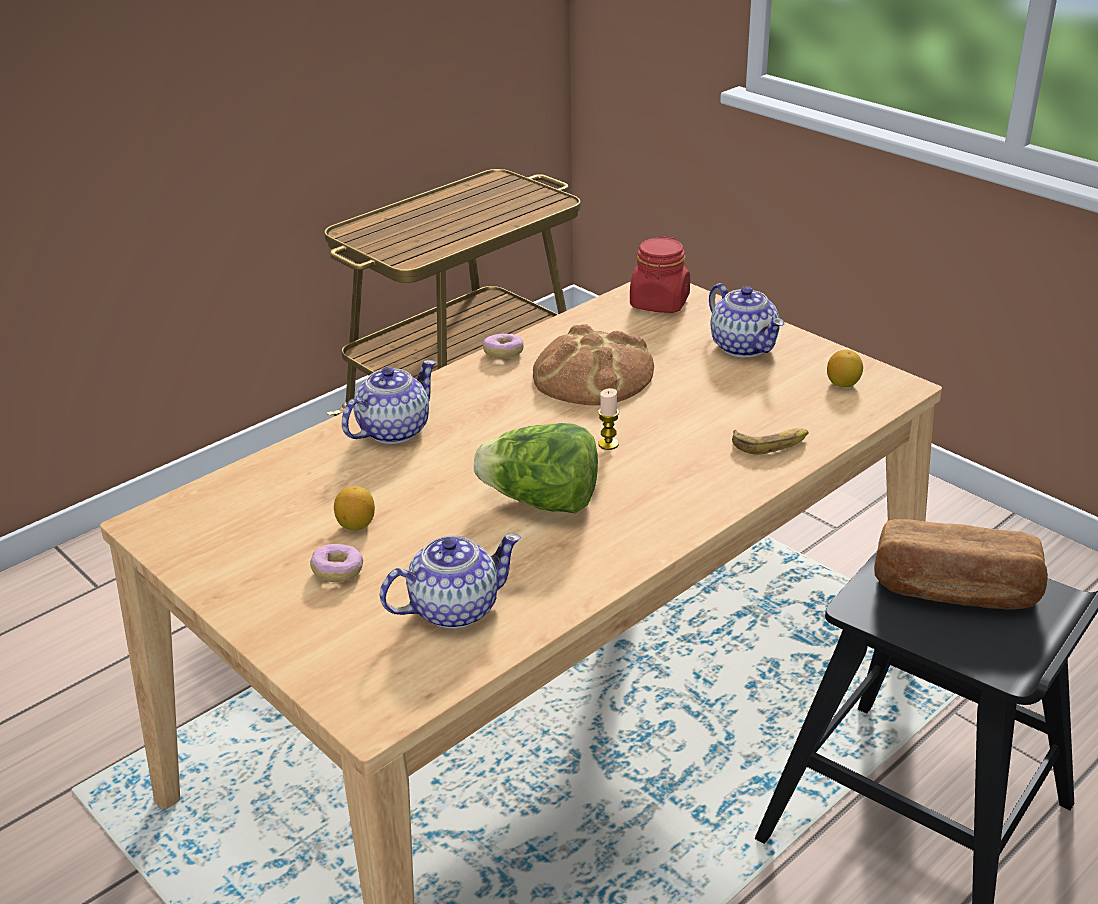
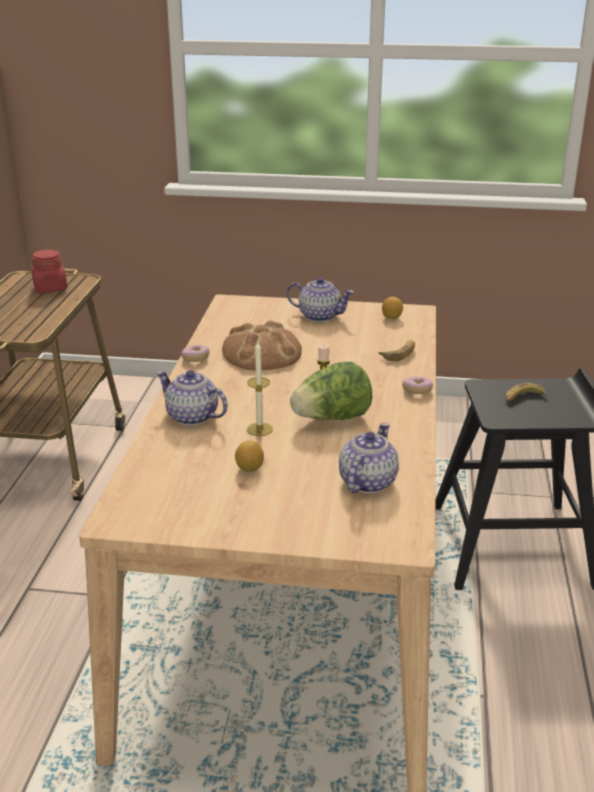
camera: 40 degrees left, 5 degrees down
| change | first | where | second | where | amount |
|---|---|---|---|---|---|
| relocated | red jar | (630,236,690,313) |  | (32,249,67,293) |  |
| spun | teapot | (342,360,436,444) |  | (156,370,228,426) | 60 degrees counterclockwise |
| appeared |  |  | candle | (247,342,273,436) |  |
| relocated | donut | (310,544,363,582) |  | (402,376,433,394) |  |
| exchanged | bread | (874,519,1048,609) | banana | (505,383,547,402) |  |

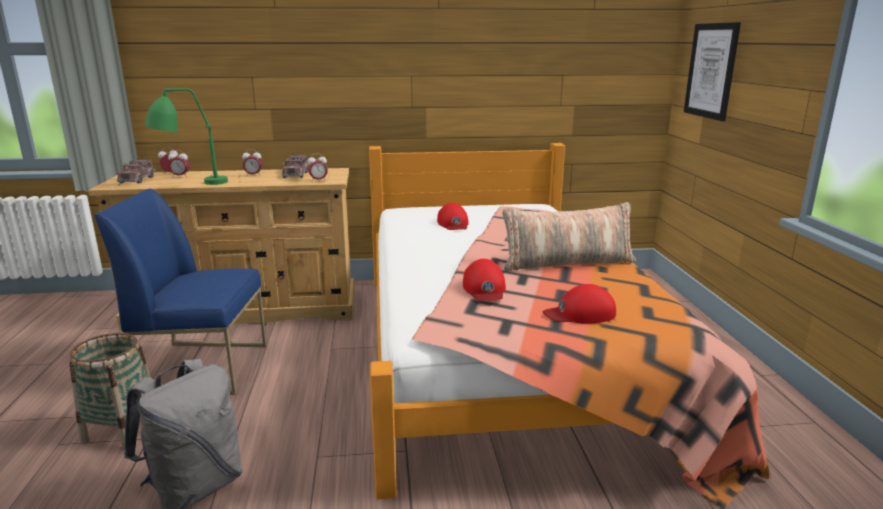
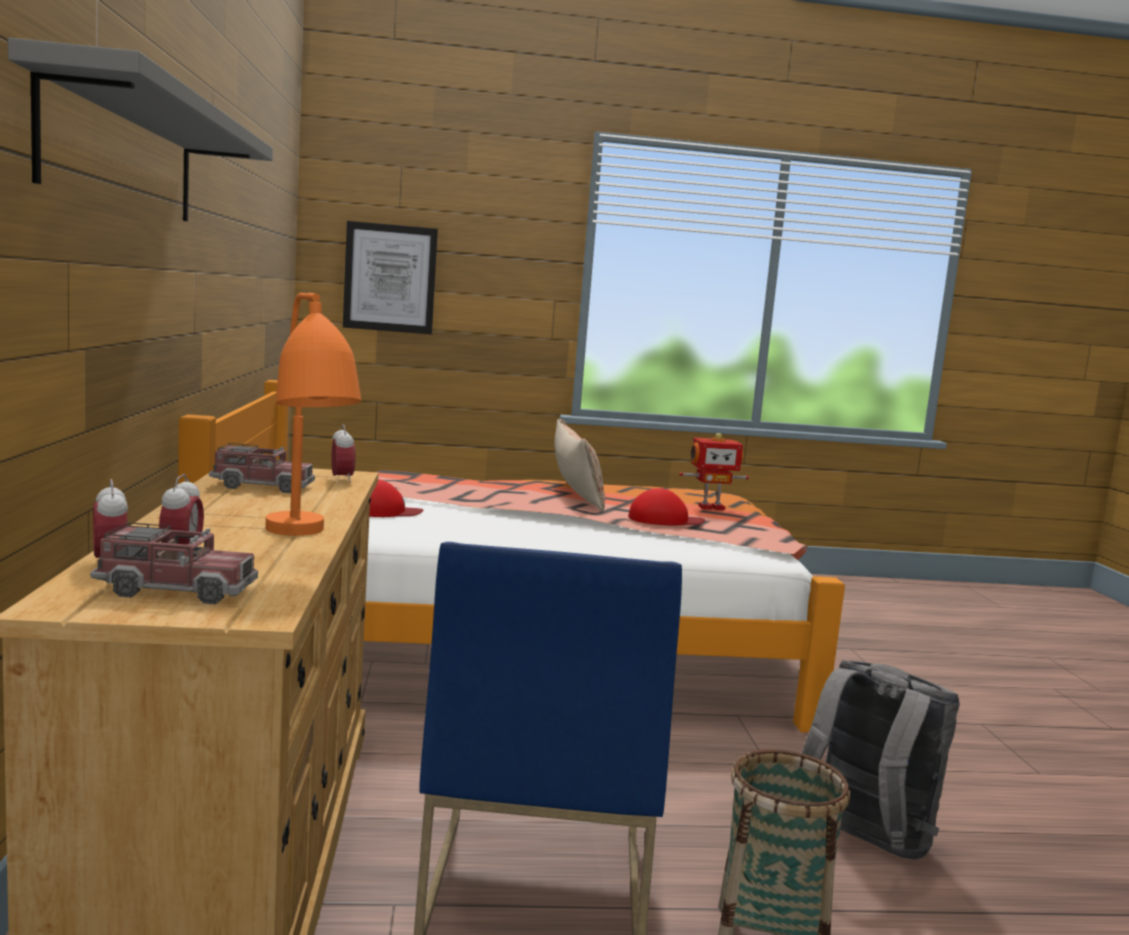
camera: 90 degrees left, 10 degrees down
| change | first | where | second | where | amount |
|---|---|---|---|---|---|
| appeared |  |  | grey shelf | (8,37,273,221) |  |
| colour | green table lamp | (144,88,228,185) | orange table lamp | (265,293,361,536) |  |
| exchanged | red cap | (543,284,616,324) | toy robot | (679,433,749,510) |  |
| missing | alarm clock | (242,149,262,177) |  |  |  |

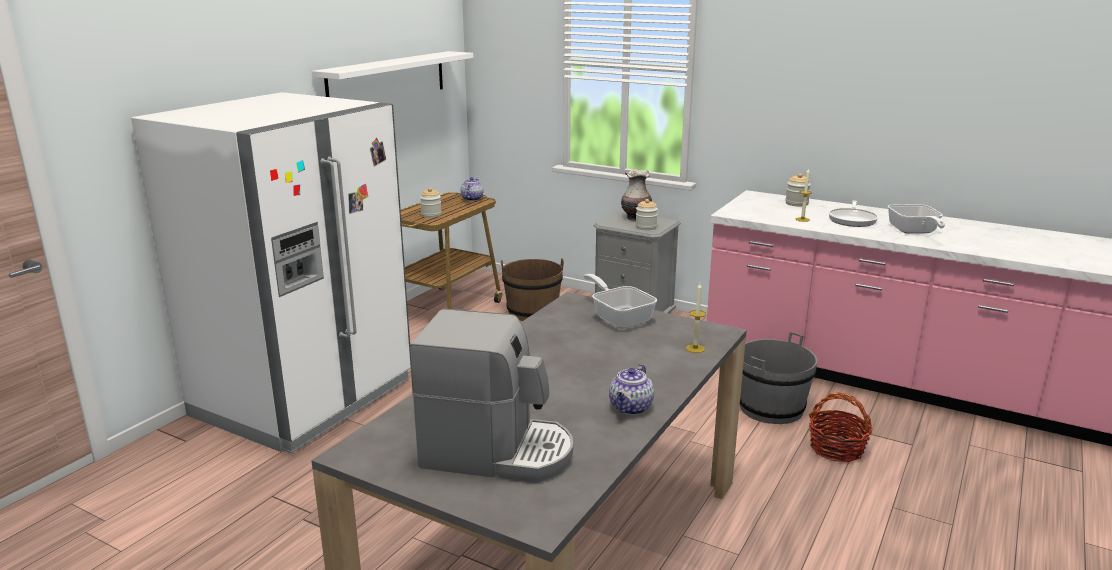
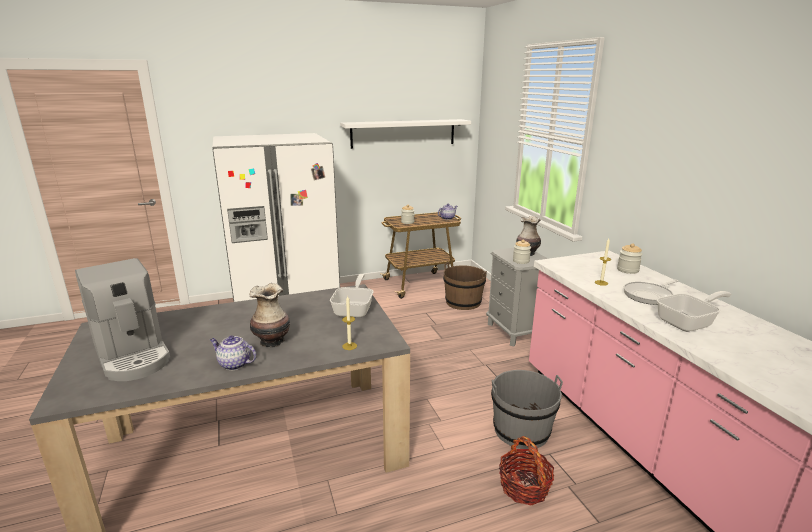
camera: 40 degrees right, 0 degrees up
| change | first | where | second | where | amount |
|---|---|---|---|---|---|
| spun | teapot | (609,364,654,415) |  | (210,336,257,370) | 45 degrees clockwise |
| appeared |  |  | vase | (249,283,290,347) |  |
| spun | frying pan | (887,204,945,234) |  | (657,291,731,332) | 150 degrees counterclockwise |

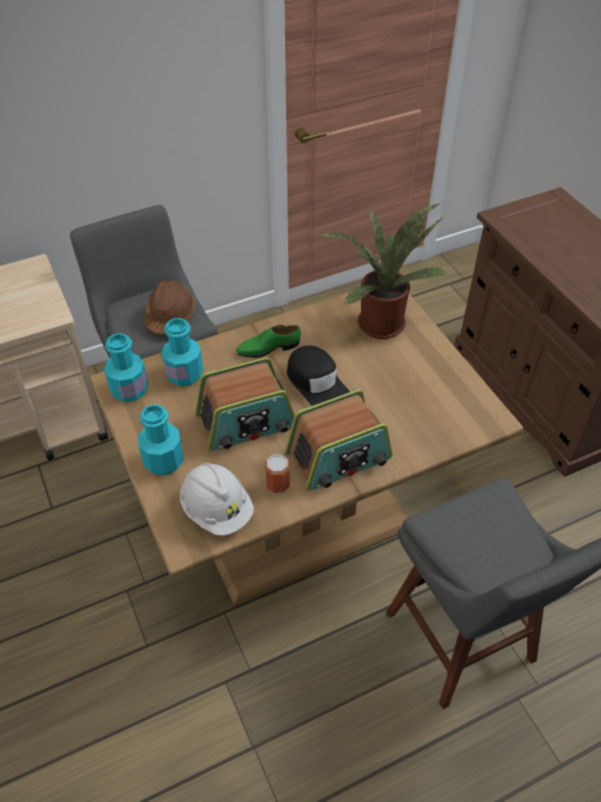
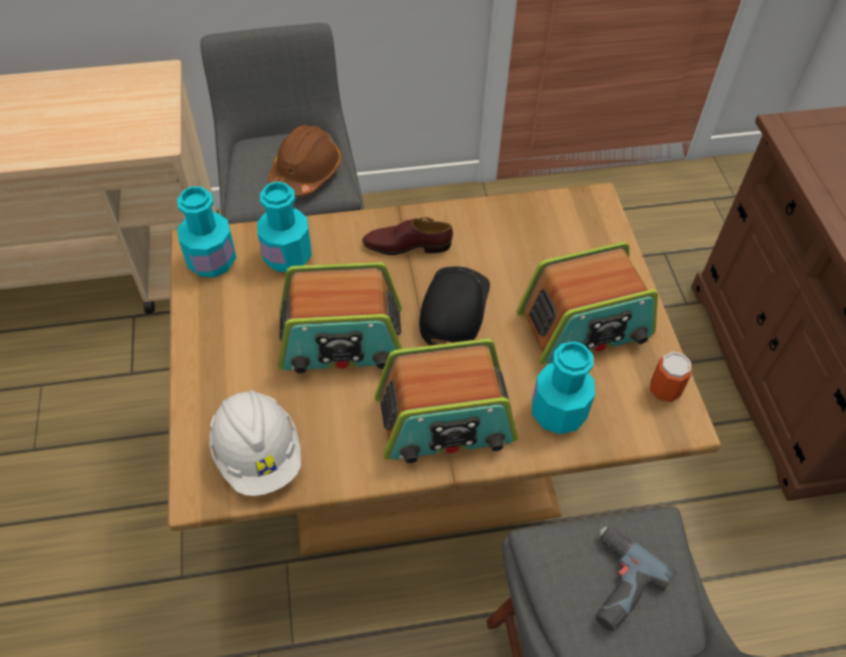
camera: 15 degrees right, 5 degrees up
| change | first | where | second | where | amount |
|---|---|---|---|---|---|
| colour | green shoe | (236,325,301,358) | brown shoe | (362,217,453,255) |  |
| spun | black cap | (287,346,350,406) |  | (419,267,490,346) | 150 degrees counterclockwise |
| appeared |  |  | radio | (516,242,658,364) |  |
| relocated | turquoise bottle | (138,404,184,475) |  | (532,341,595,434) |  |
| appeared |  |  | power drill | (596,527,677,631) |  |
| relocated | can | (265,454,290,493) |  | (650,352,692,402) |  |
| missing | potted plant | (319,203,448,339) |  |  |  |

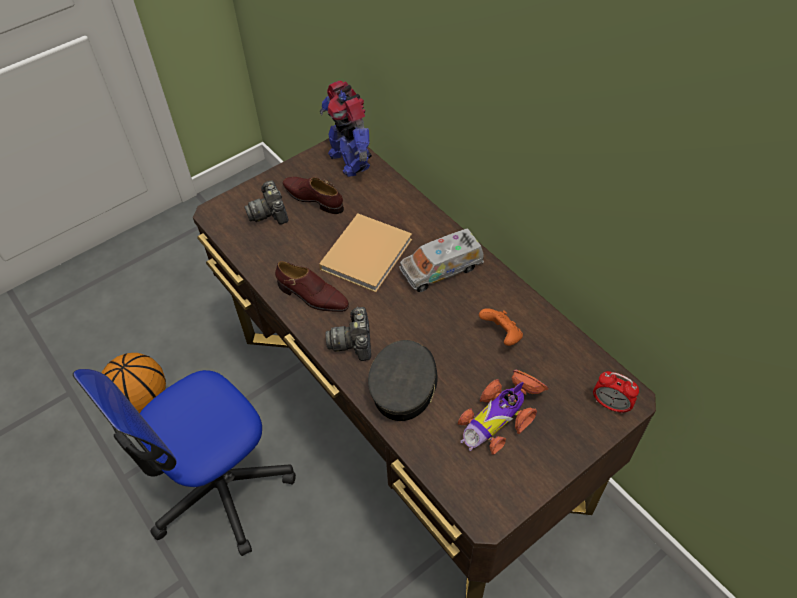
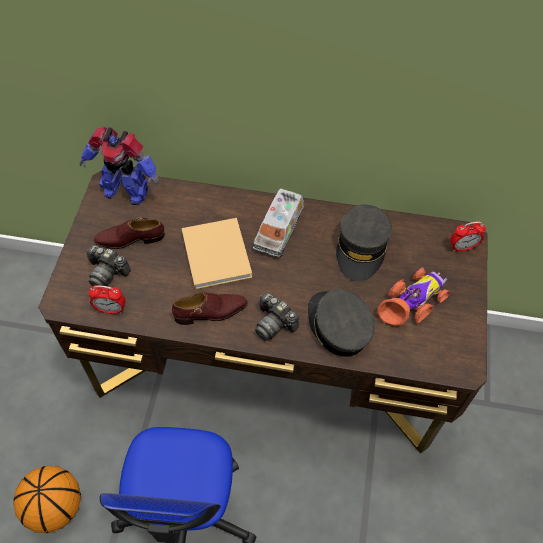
camera: 45 degrees left, 5 degrees up
| change | first | where | second | where | amount |
|---|---|---|---|---|---|
| appeared |  |  | alarm clock | (88,285,125,314) |  |
| exchanged | orange game controller | (479,308,523,346) | grey cap | (336,205,392,282) |  |
| spun | toy car | (458,370,549,455) |  | (377,267,450,326) | 135 degrees counterclockwise |

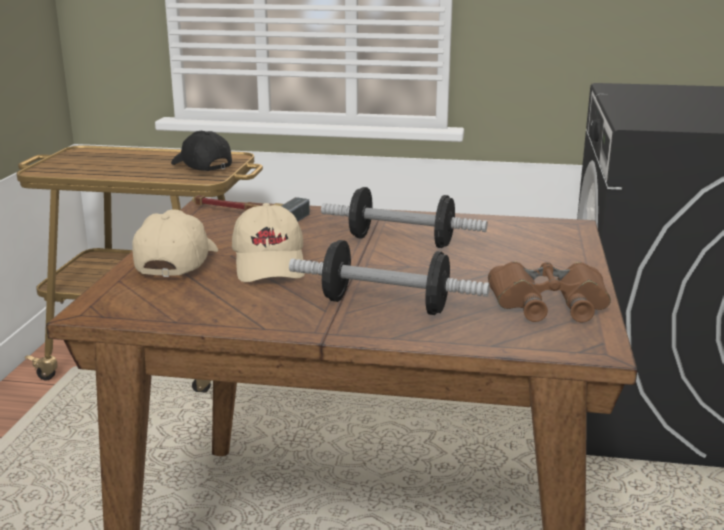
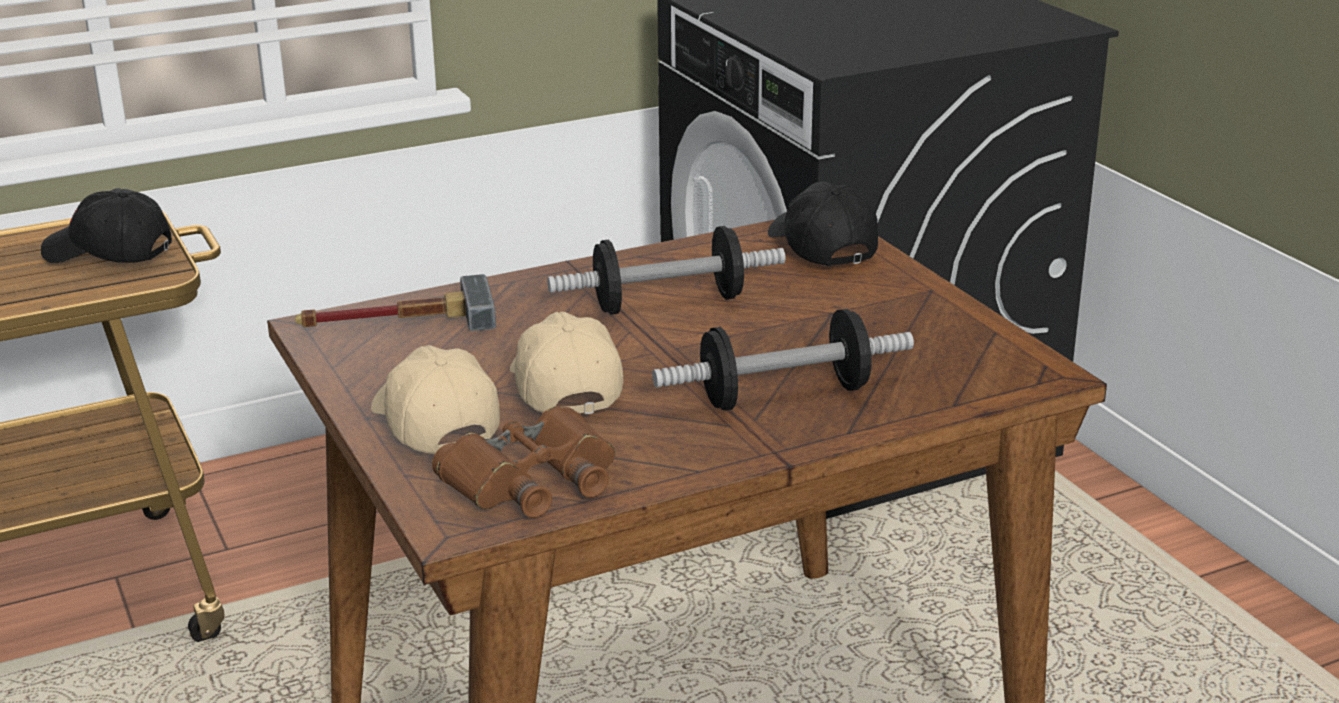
camera: 35 degrees left, 5 degrees up
| change | first | where | second | where | amount |
|---|---|---|---|---|---|
| relocated | brown binoculars | (488,261,611,322) |  | (432,406,615,518) |  |
| spun | beige cap | (232,203,305,282) |  | (510,312,623,414) | 150 degrees counterclockwise |
| appeared |  |  | black cap | (768,182,878,266) |  |

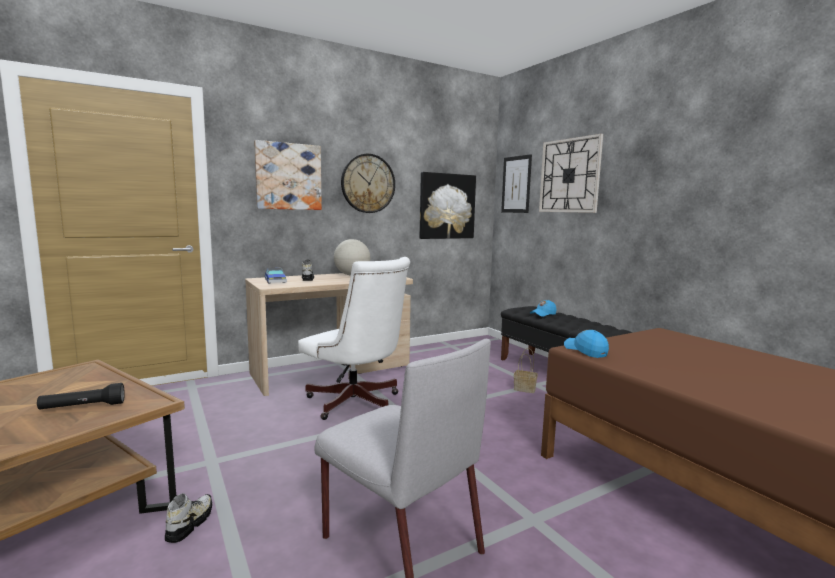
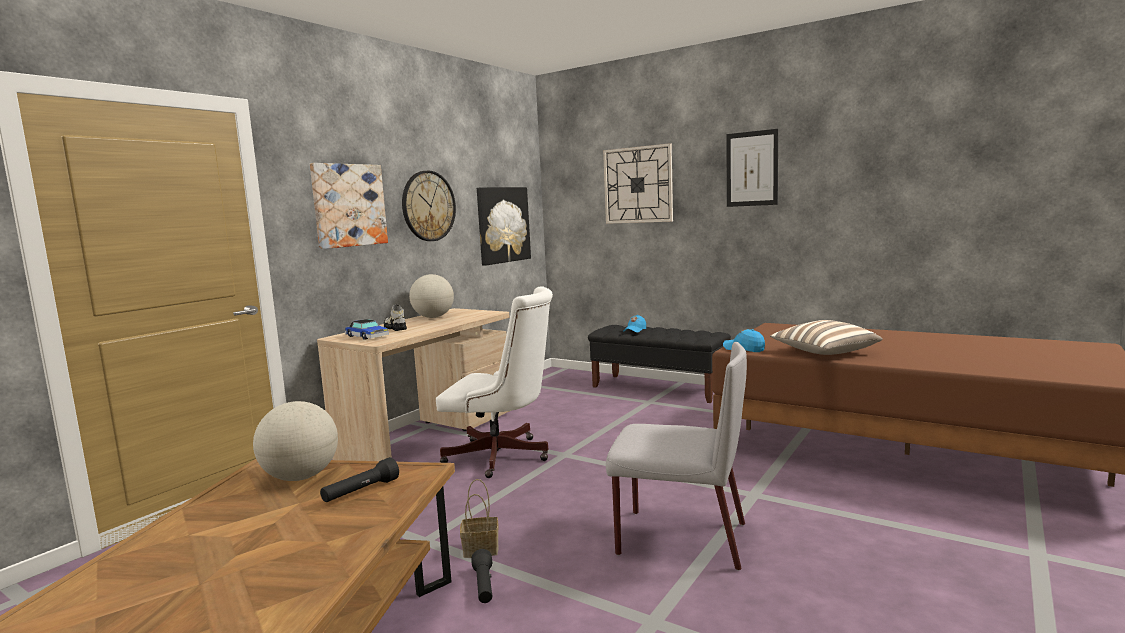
camera: 25 degrees left, 0 degrees up
| change | first | where | second | where | amount |
|---|---|---|---|---|---|
| appeared |  |  | globe | (253,401,338,481) |  |
| relocated | basket | (514,348,538,393) |  | (460,479,499,558) |  |
| exchanged | shoe | (165,493,212,543) | black flashlight | (471,549,492,603) |  |
| relocated | picture | (501,154,532,213) |  | (726,129,778,207) |  |
| appeared |  |  | pillow | (770,320,883,355) |  |

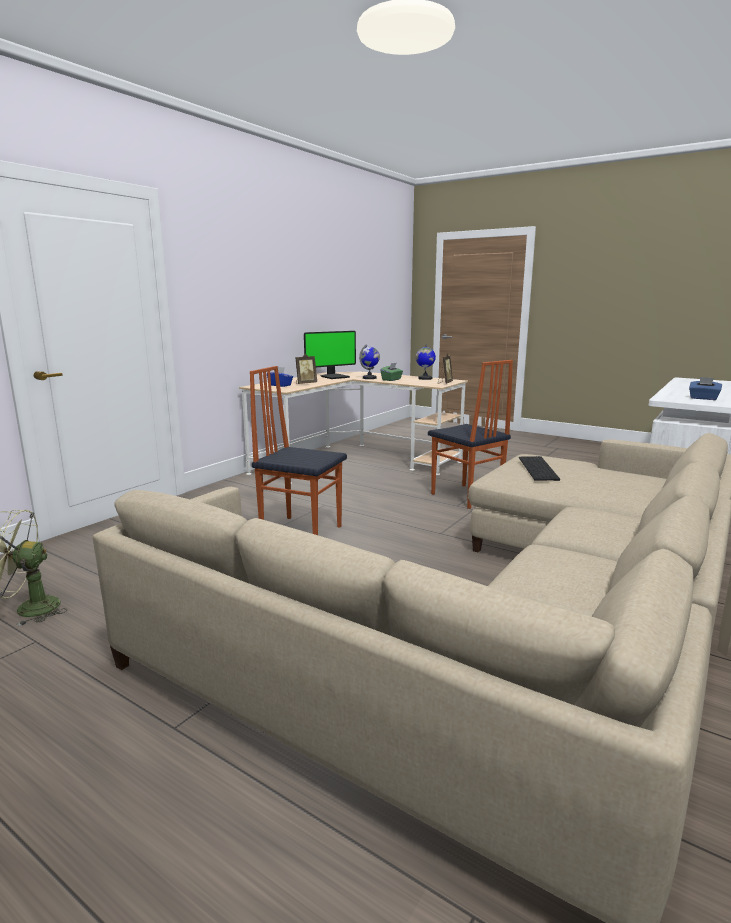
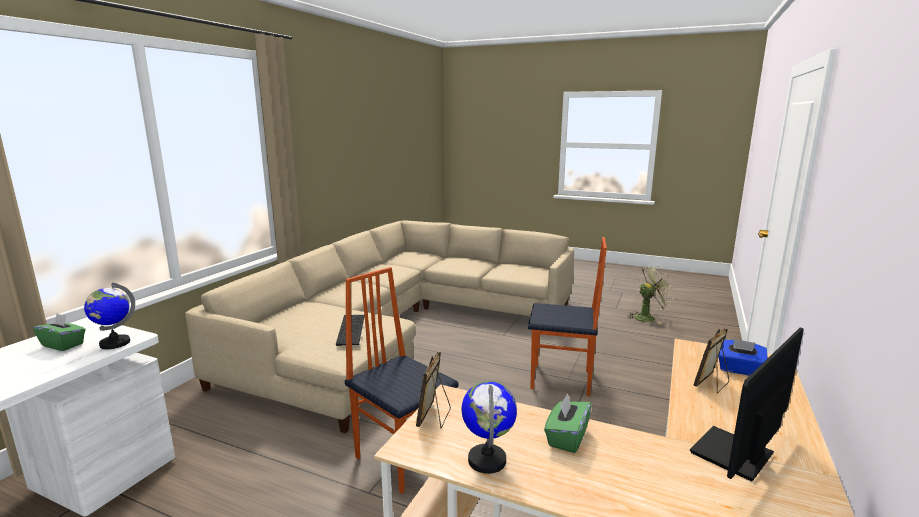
camera: 170 degrees right, 0 degrees up
| change | first | where | second | where | amount |
|---|---|---|---|---|---|
| colour | blue tissue box | (689,377,722,400) | green tissue box | (33,314,86,351) |  |
| relocated | globe | (359,345,380,379) |  | (84,283,135,349) |  |

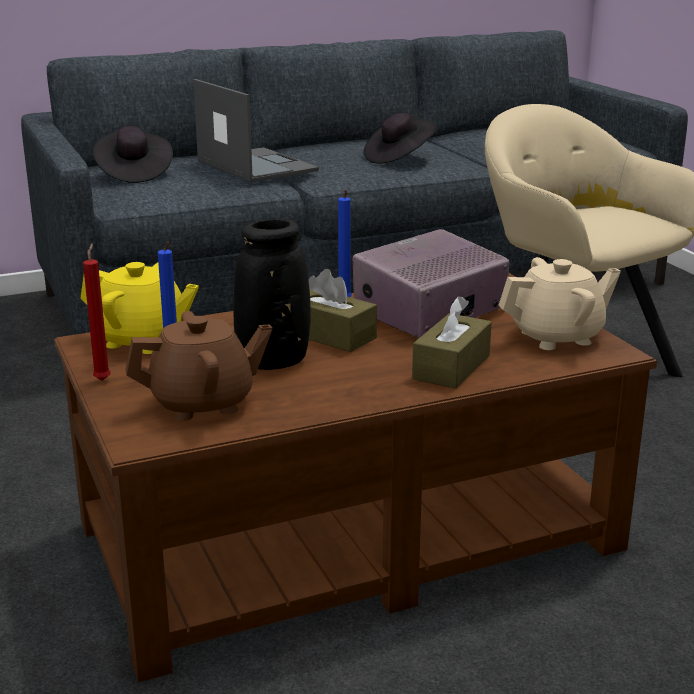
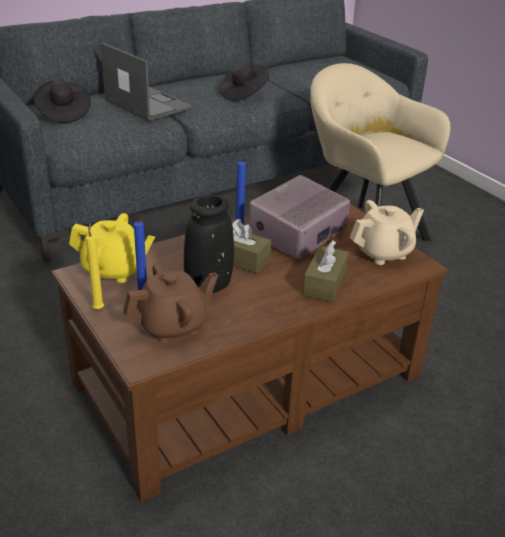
camera: 10 degrees left, 10 degrees up
| change | first | where | second | where | amount |
|---|---|---|---|---|---|
| colour | red candle | (83,243,111,381) | yellow candle | (86,223,104,310) |  |

